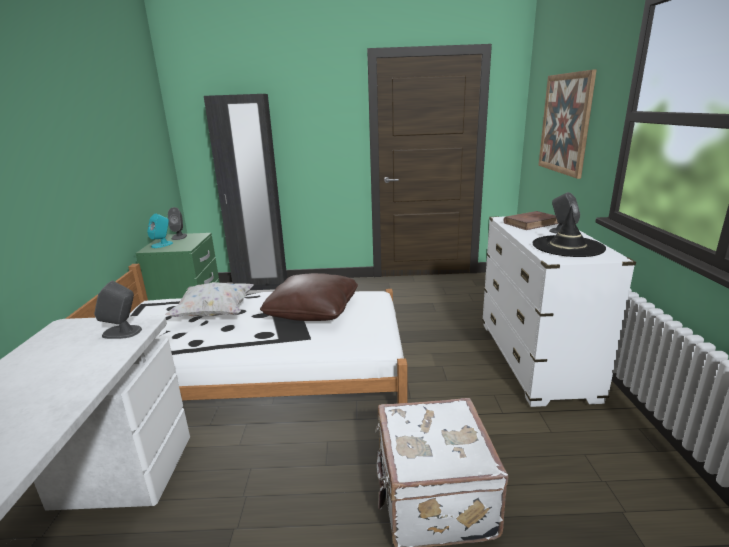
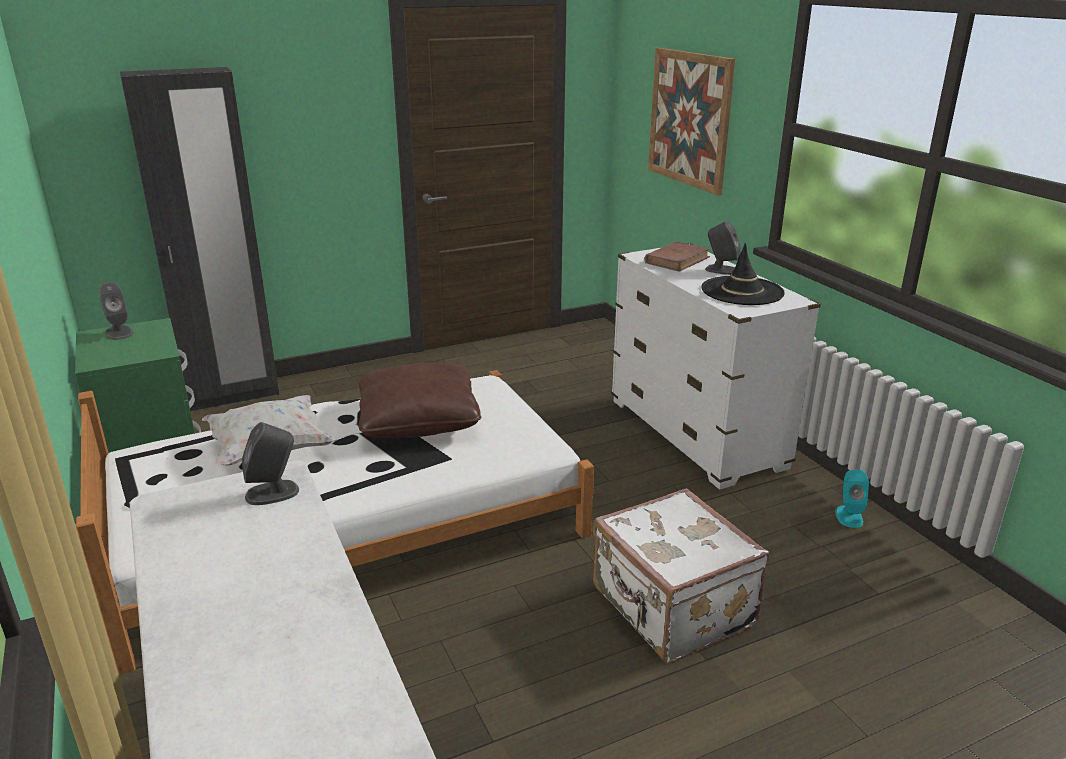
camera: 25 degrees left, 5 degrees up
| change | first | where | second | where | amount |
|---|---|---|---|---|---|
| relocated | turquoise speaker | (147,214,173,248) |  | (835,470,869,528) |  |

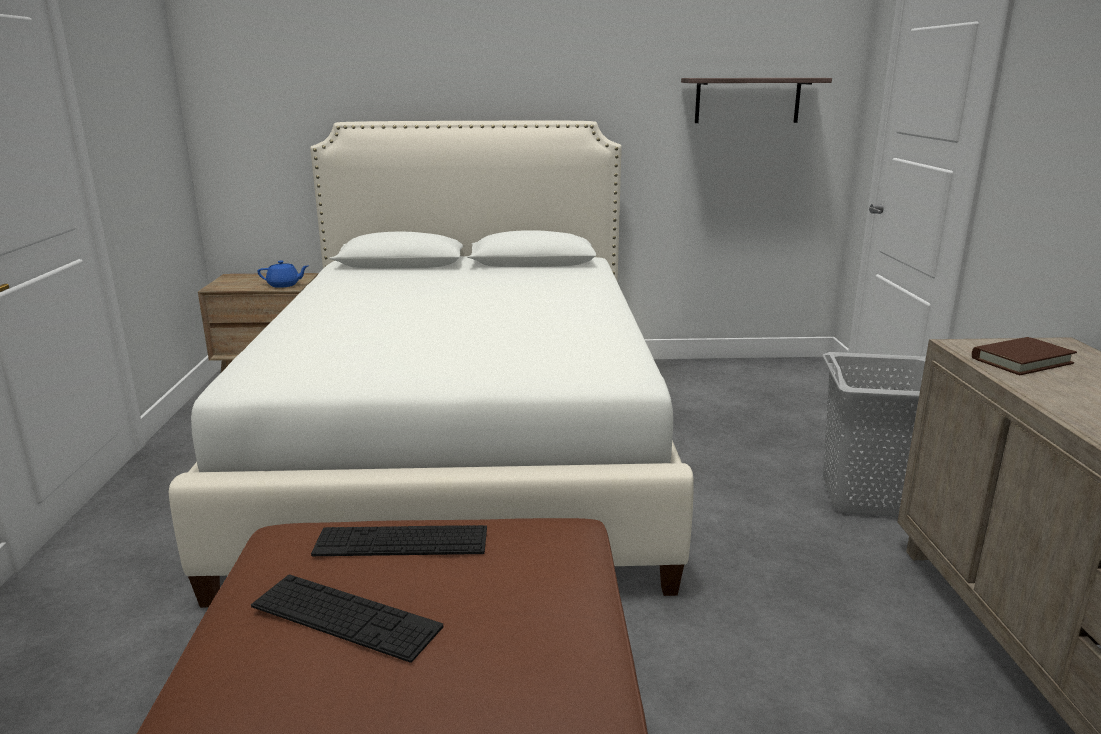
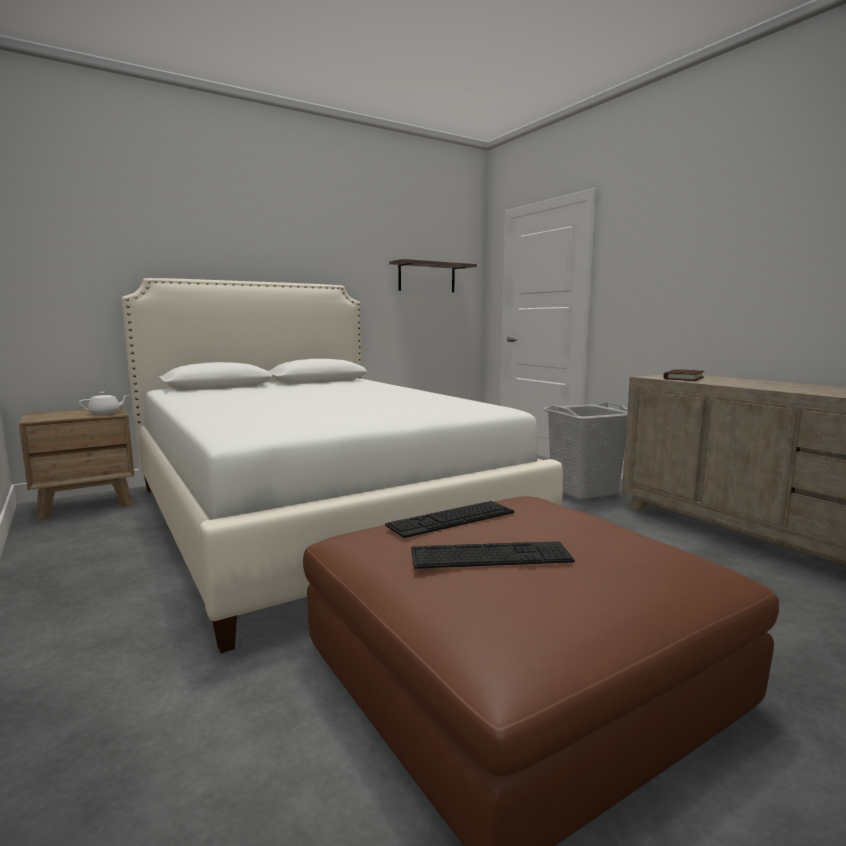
camera: 30 degrees left, 10 degrees down
| change | first | where | second | where | amount |
|---|---|---|---|---|---|
| colour | blue teapot | (258,261,308,288) | white teapot | (79,392,129,415) |  |

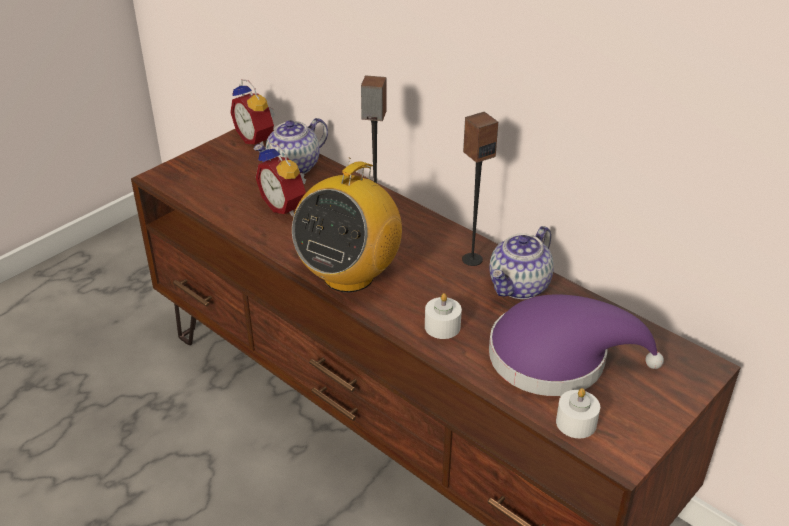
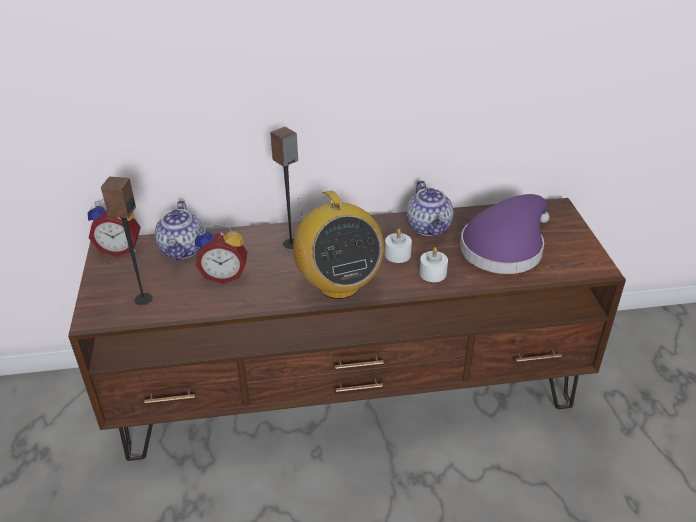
camera: 50 degrees left, 0 degrees up
| change | first | where | second | where | amount |
|---|---|---|---|---|---|
| relocated | speaker | (462,112,498,266) |  | (101,177,153,305) |  |
| relocated | white candle | (556,388,600,438) |  | (385,229,412,263) |  |

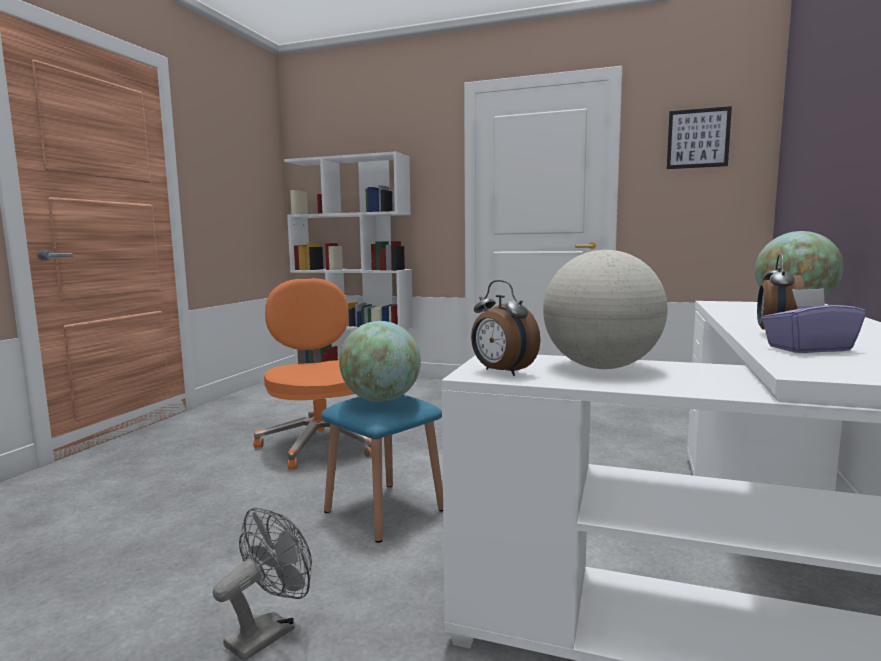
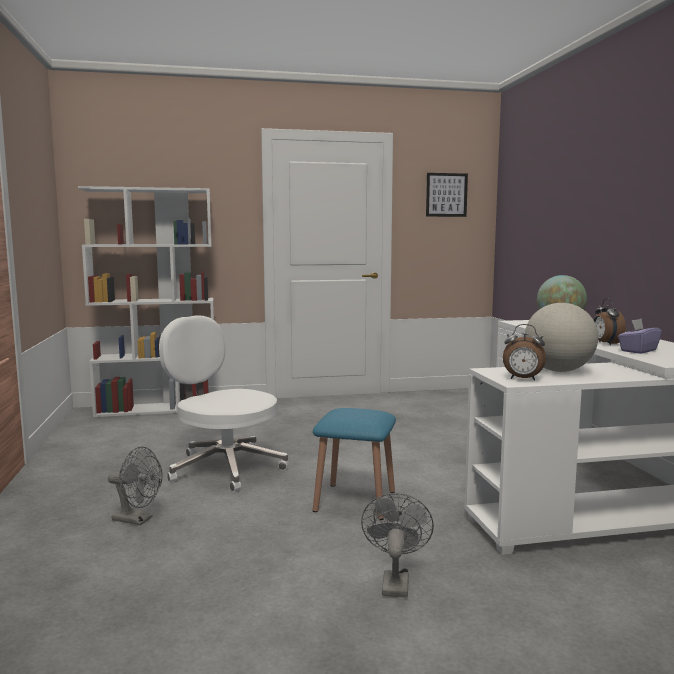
camera: 30 degrees left, 0 degrees up
| change | first | where | second | where | amount |
|---|---|---|---|---|---|
| appeared |  |  | grey fan | (108,446,162,525) |  |
| colour | orange office chair | (253,278,372,470) | white office chair | (159,315,288,492) |  |
| missing | globe | (339,321,421,402) |  |  |  |

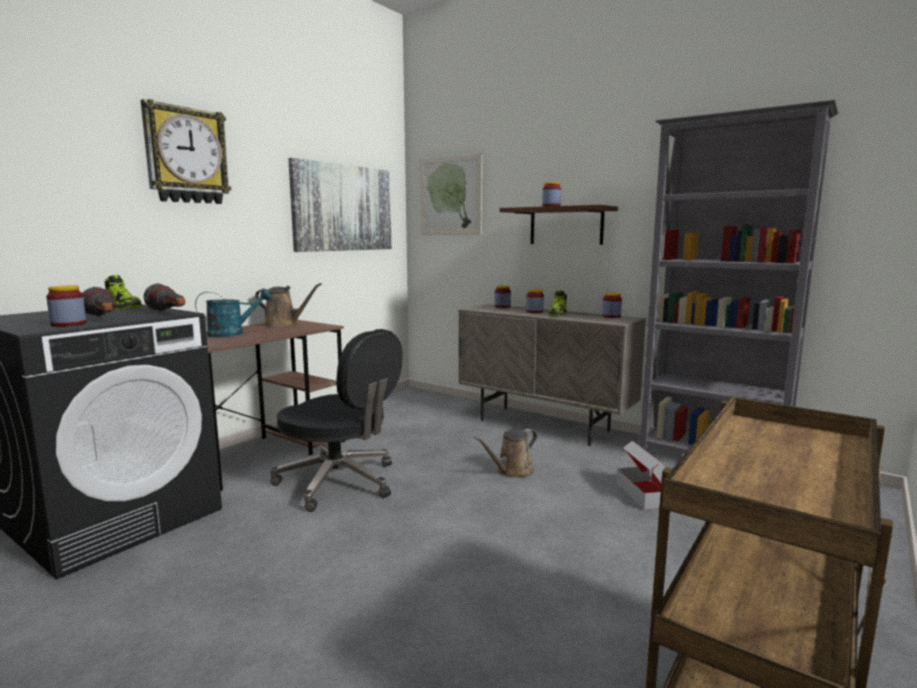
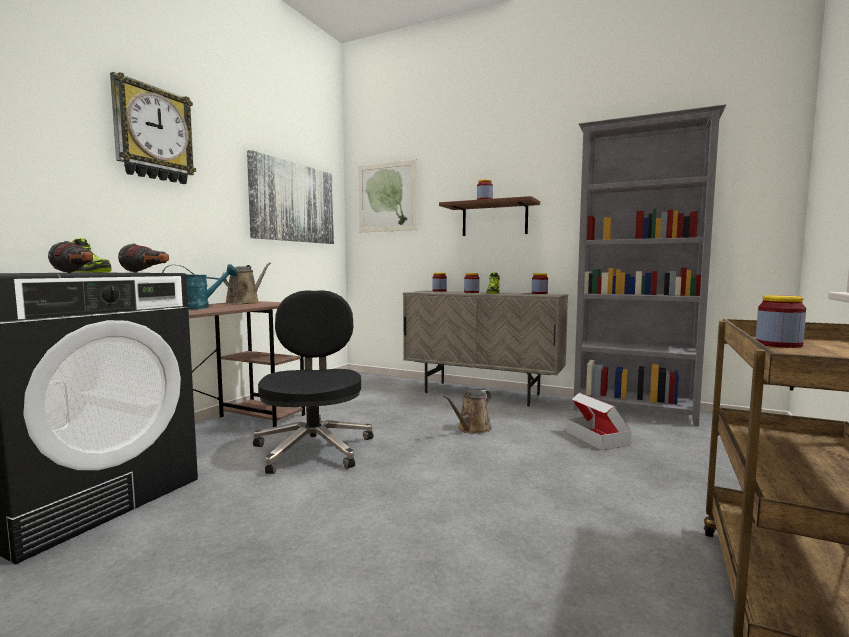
camera: 10 degrees left, 5 degrees down
| change | first | where | second | where | amount |
|---|---|---|---|---|---|
| spun | brown watering can | (255,283,322,327) |  | (222,262,271,304) | 75 degrees counterclockwise |
| spun | black office chair | (270,329,403,512) |  | (253,290,373,474) | 120 degrees counterclockwise |
| relocated | jar | (46,285,86,327) |  | (756,295,806,348) |  |

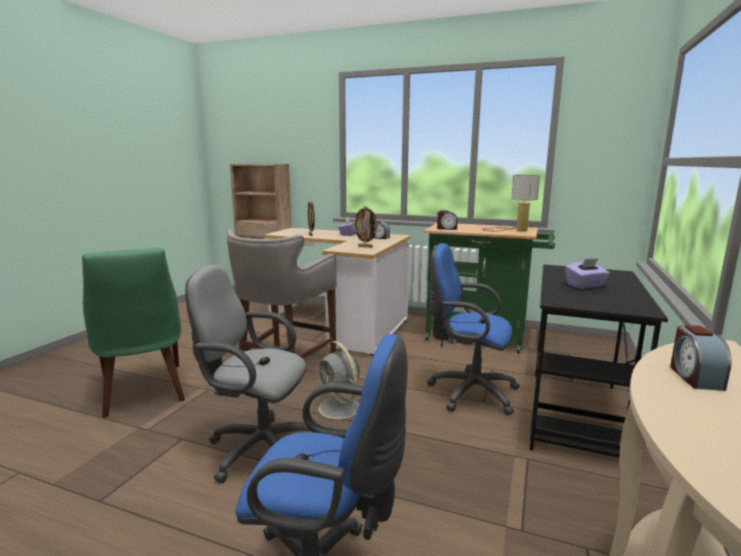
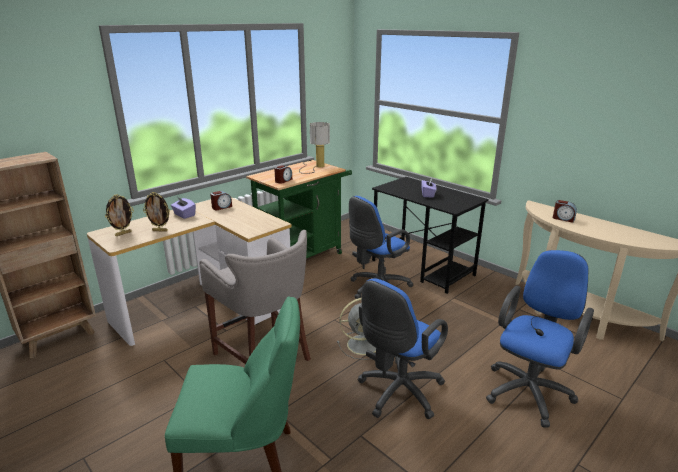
camera: 65 degrees left, 10 degrees up
| change | first | where | second | where | amount |
|---|---|---|---|---|---|
| relocated | picture frame | (353,206,378,248) |  | (105,194,134,236) |  |
| colour | grey office chair | (185,265,314,483) | blue office chair | (358,278,448,419) |  |

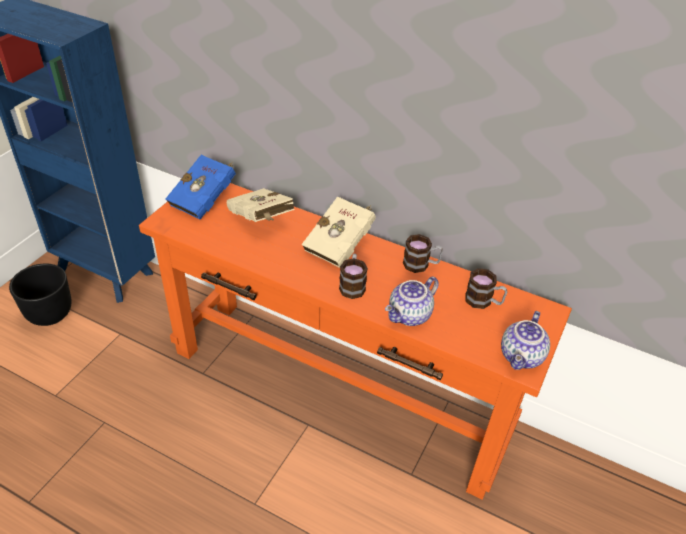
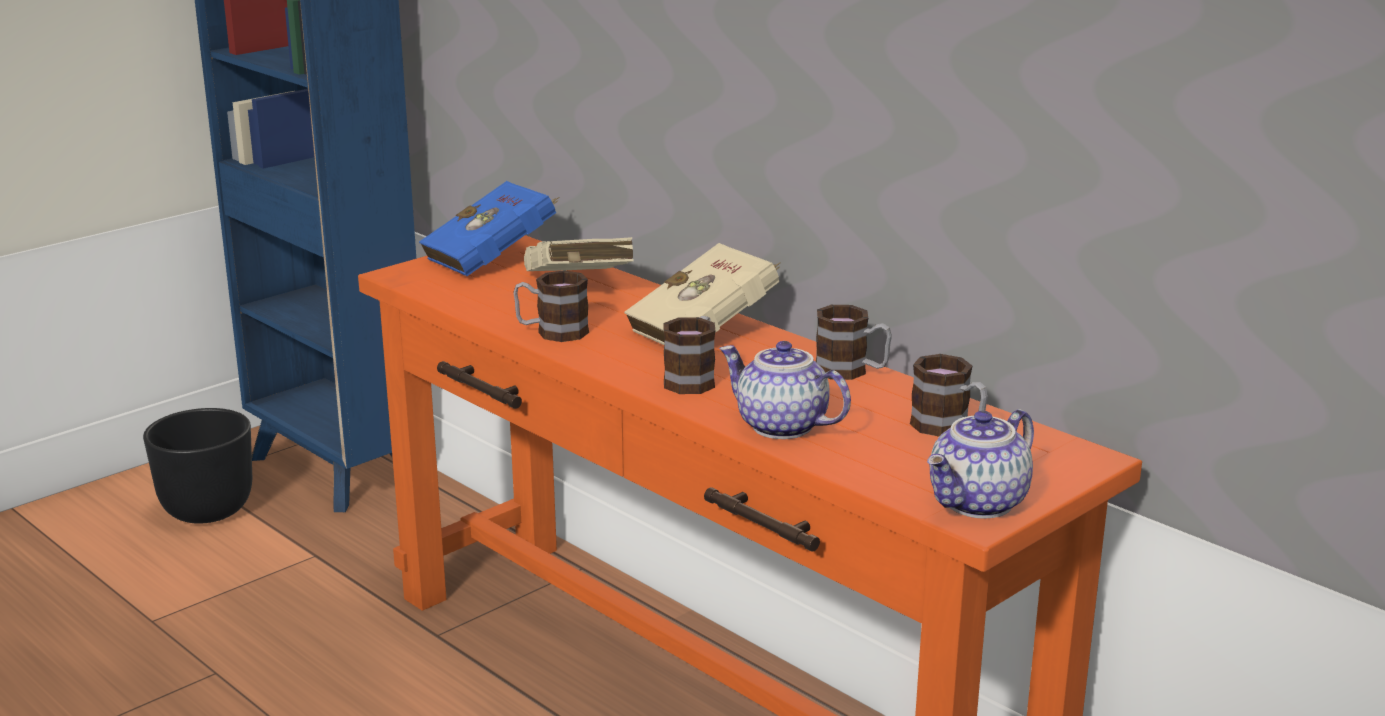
camera: 20 degrees right, 20 degrees down
| change | first | where | second | where | amount |
|---|---|---|---|---|---|
| appeared |  |  | mug | (513,270,589,342) |  |
| spun | teapot | (385,277,439,326) |  | (719,341,851,439) | 60 degrees clockwise |

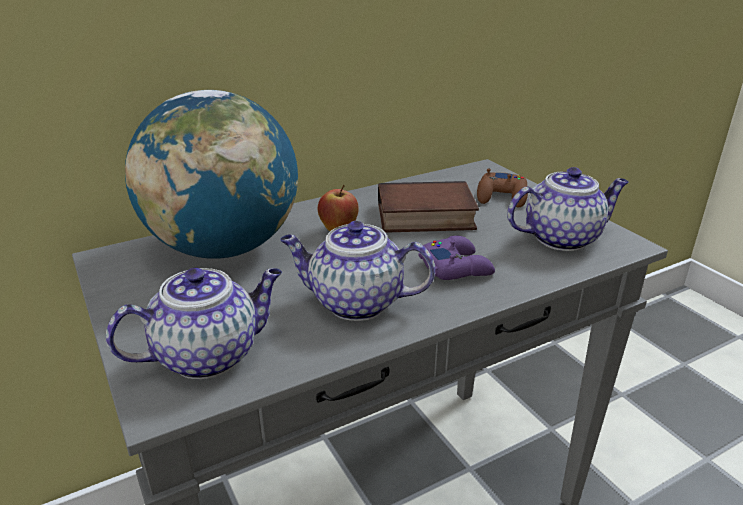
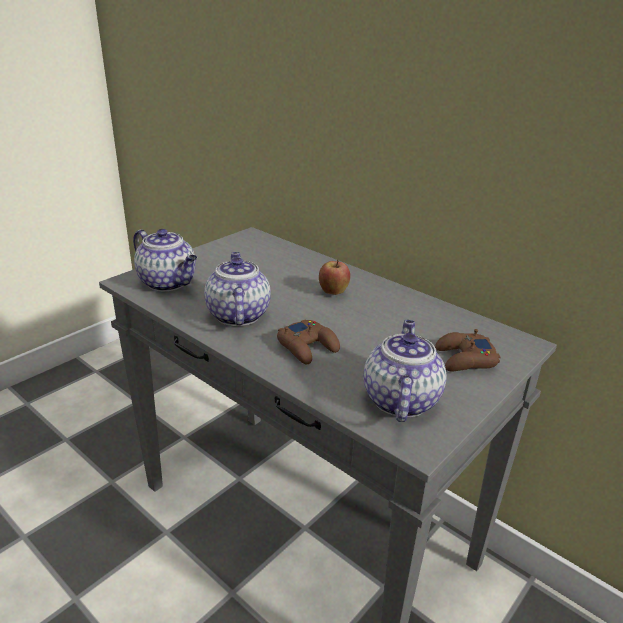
camera: 70 degrees right, 0 degrees up
| change | first | where | second | where | amount |
|---|---|---|---|---|---|
| colour | purple game controller | (418,236,495,280) | brown game controller | (277,319,340,364) |  |
| spun | teapot | (507,167,629,251) |  | (364,320,447,422) | 135 degrees counterclockwise |
| missing | globe | (125,90,298,259) |  |  |  |
| missing | book | (378,181,479,233) |  |  |  |

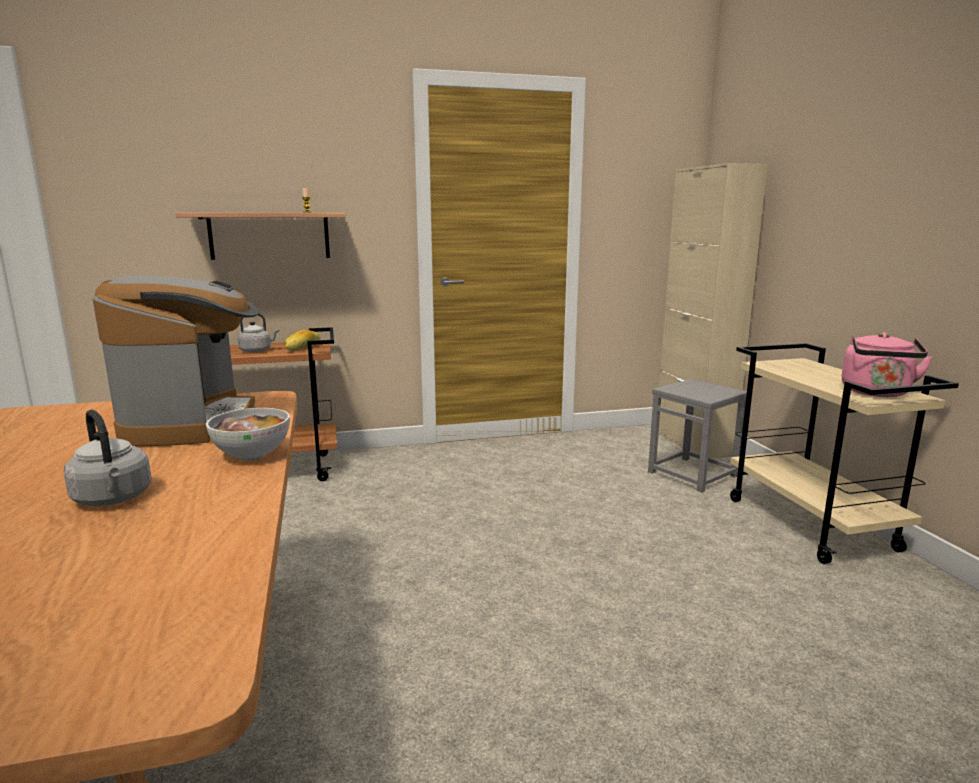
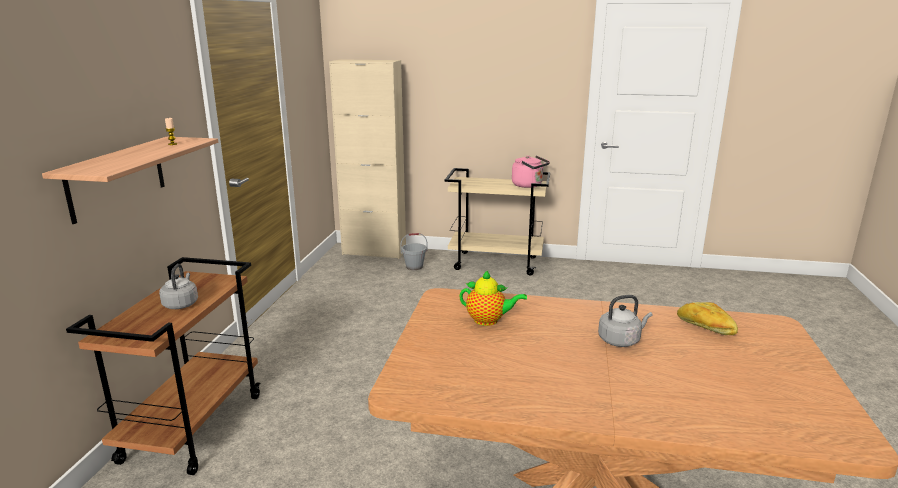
camera: 65 degrees left, 5 degrees up
| change | first | where | second | where | amount |
|---|---|---|---|---|---|
| exchanged | grey stool | (648,379,747,492) | grey bucket | (400,233,428,270) |  |
| exchanged | coffee machine | (92,276,259,446) | teapot | (459,271,527,326) |  |
| relocated | bread | (285,329,320,351) |  | (677,302,738,335) |  |
| missing | bowl | (206,408,290,461) |  |  |  |

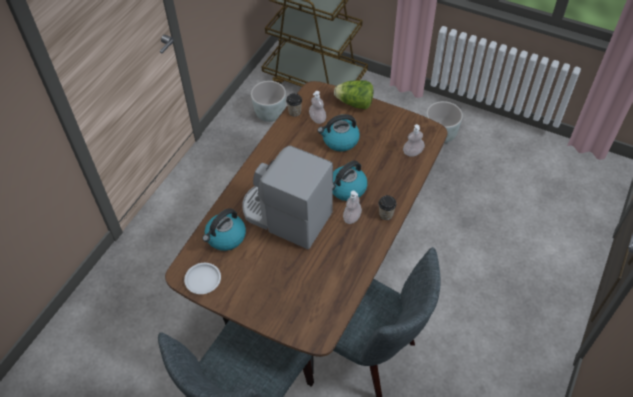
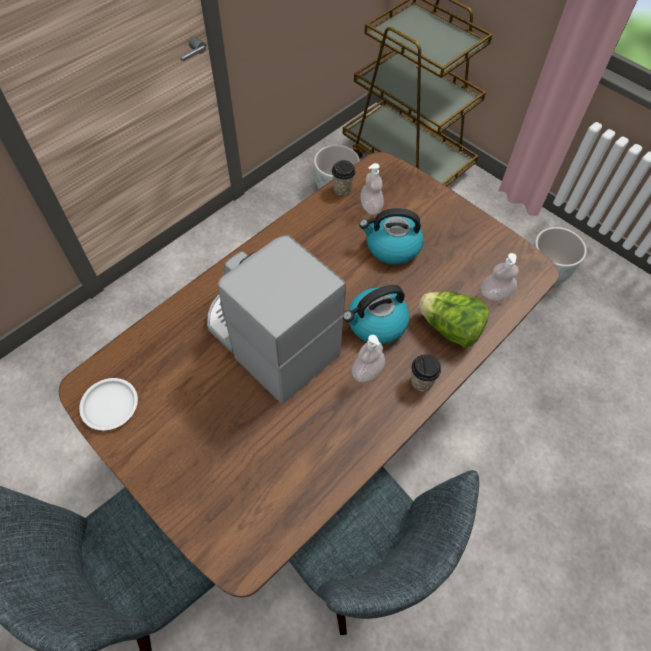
camera: 15 degrees right, 5 degrees up
| change | first | where | second | where | amount |
|---|---|---|---|---|---|
| relocated | lettuce | (334,80,374,109) |  | (418,292,489,348) |  |
| missing | kettle | (202,208,246,251) |  |  |  |

